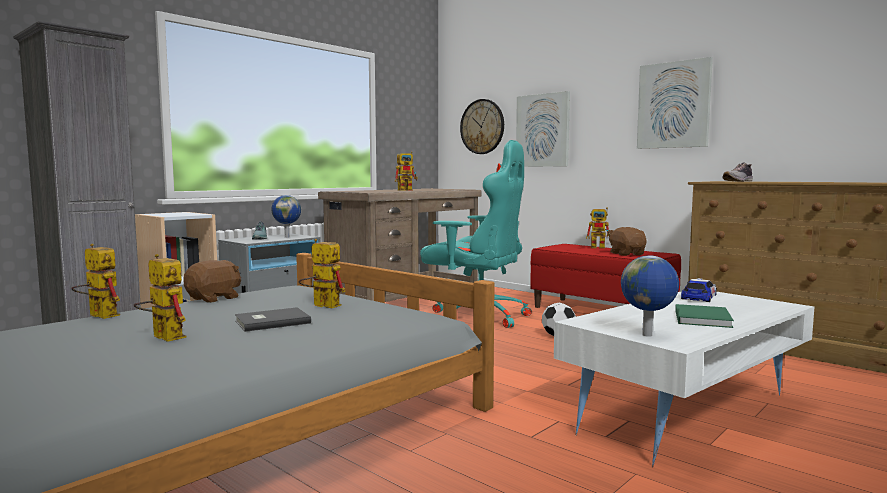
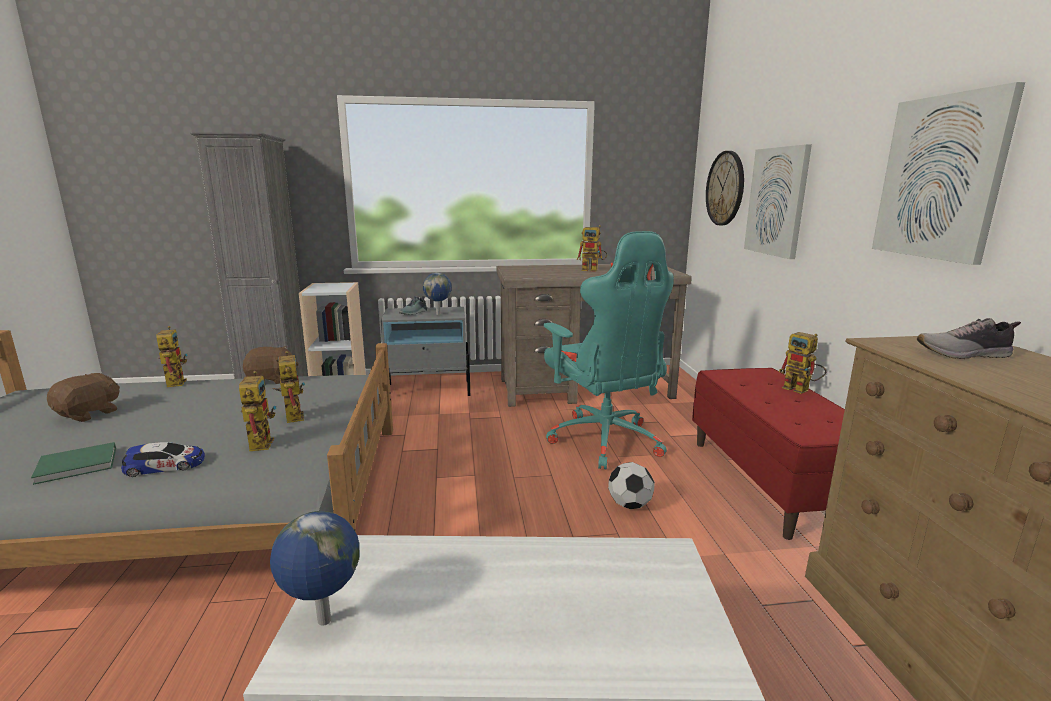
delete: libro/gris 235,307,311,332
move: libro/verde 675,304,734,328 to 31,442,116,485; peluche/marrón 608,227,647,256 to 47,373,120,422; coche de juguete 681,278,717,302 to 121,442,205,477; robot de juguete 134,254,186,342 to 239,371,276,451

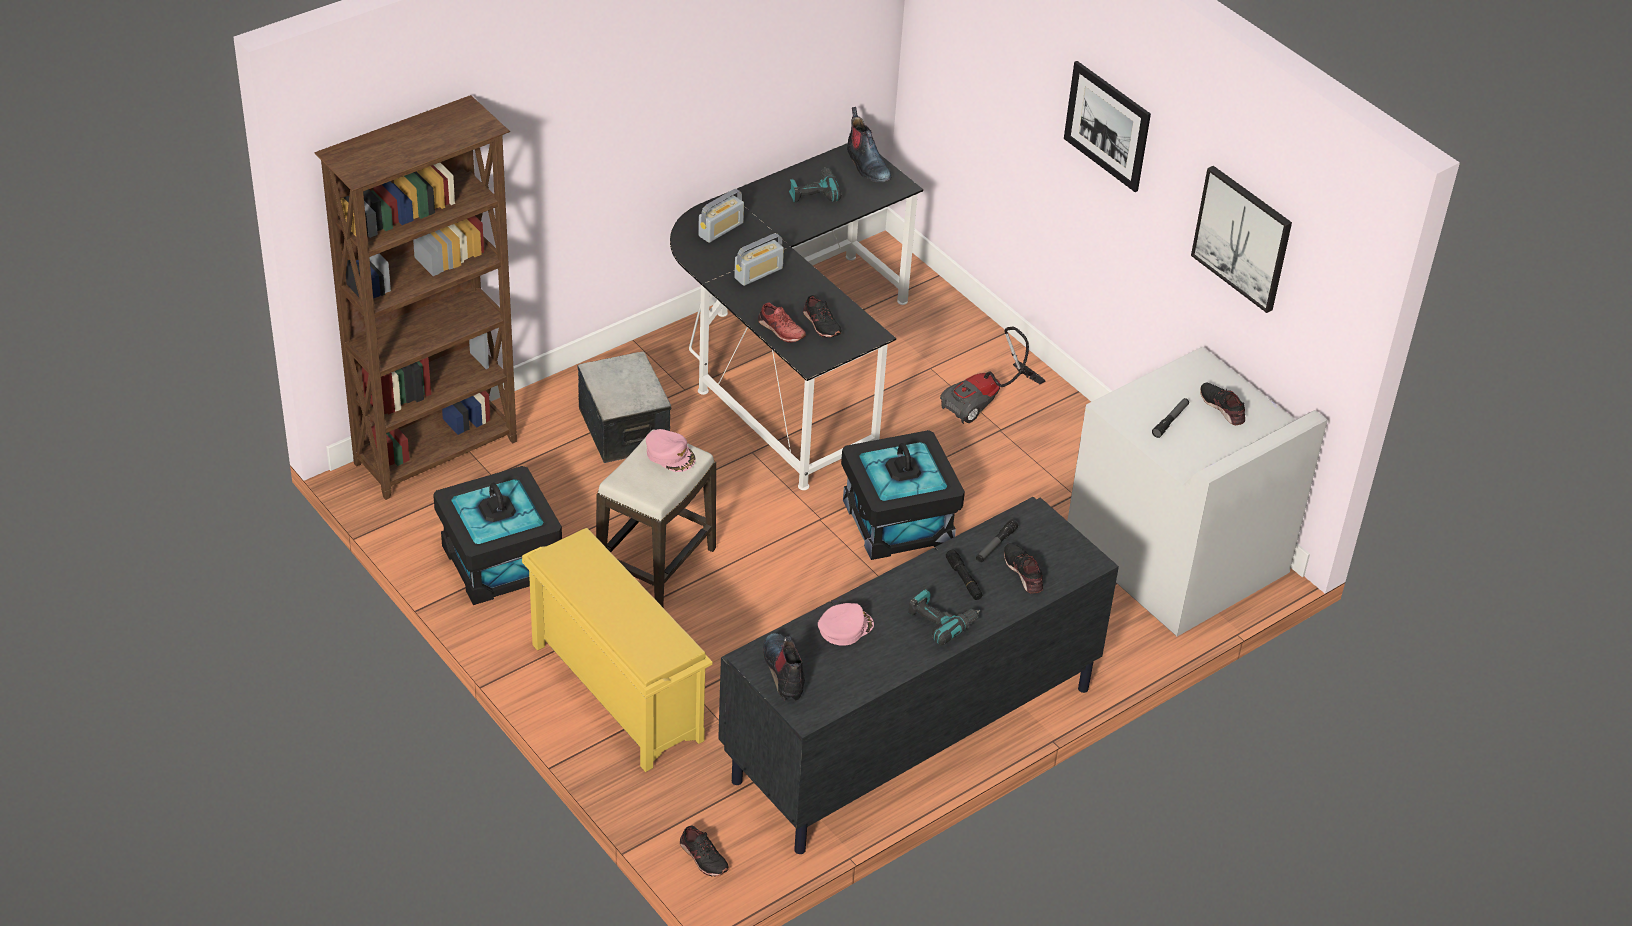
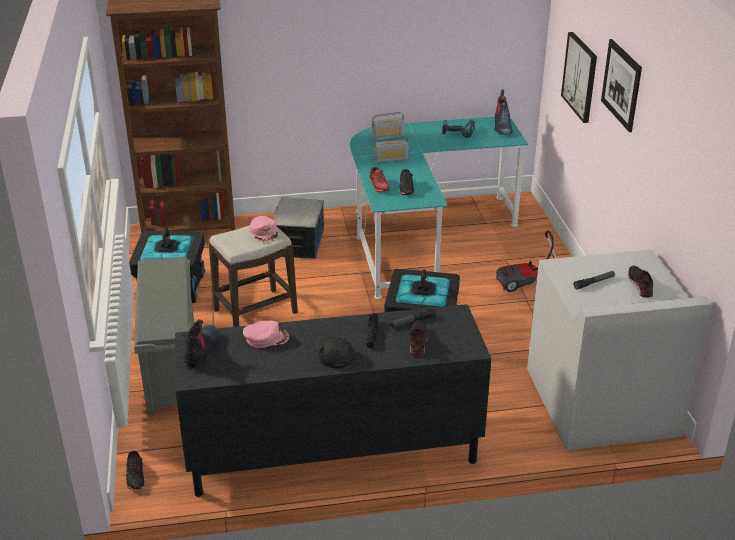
move: cuadro 1191,166,1292,313 to 561,32,597,123
replace: taladro 908,589,980,645 to gorra/negro 316,336,354,368
recolor: zapatero/amarillo 522,528,713,772 to zapatero/gris 134,257,194,416; escritorio/negro 670,143,923,490 to escritorio/turquesa 350,117,528,299

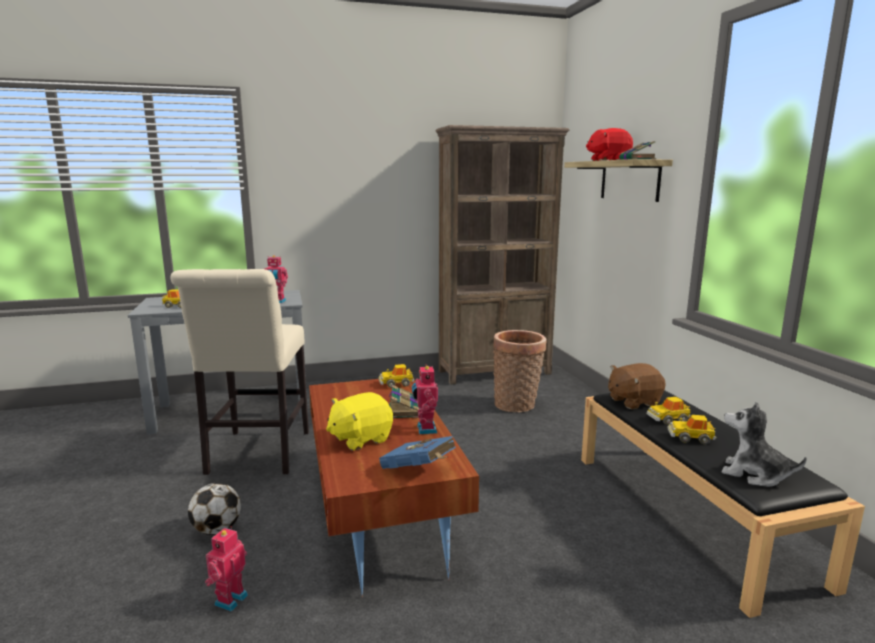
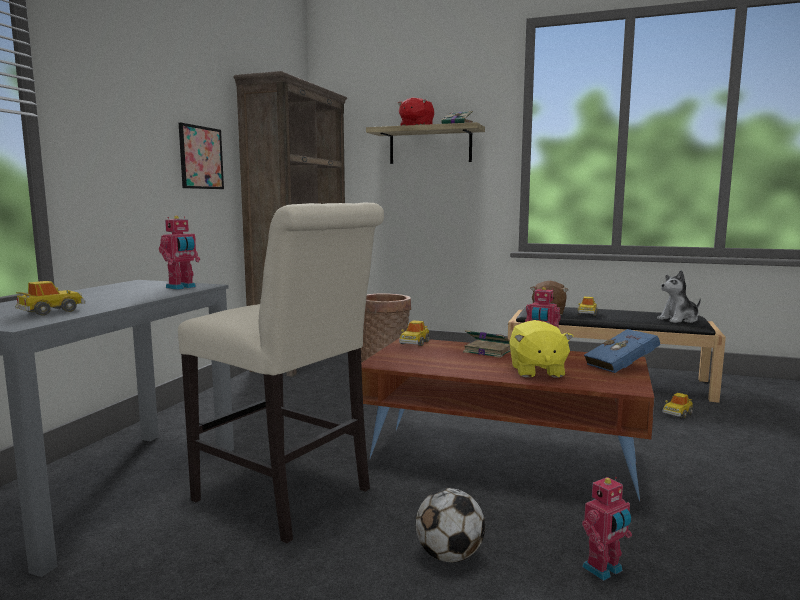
insert: cuadro 179,123,224,189
move: coche de juguete 667,415,716,445 to 662,393,693,418
rotate: robot de juguete 205,526,248,612 = 582,477,632,581 90 degrees counterclockwise

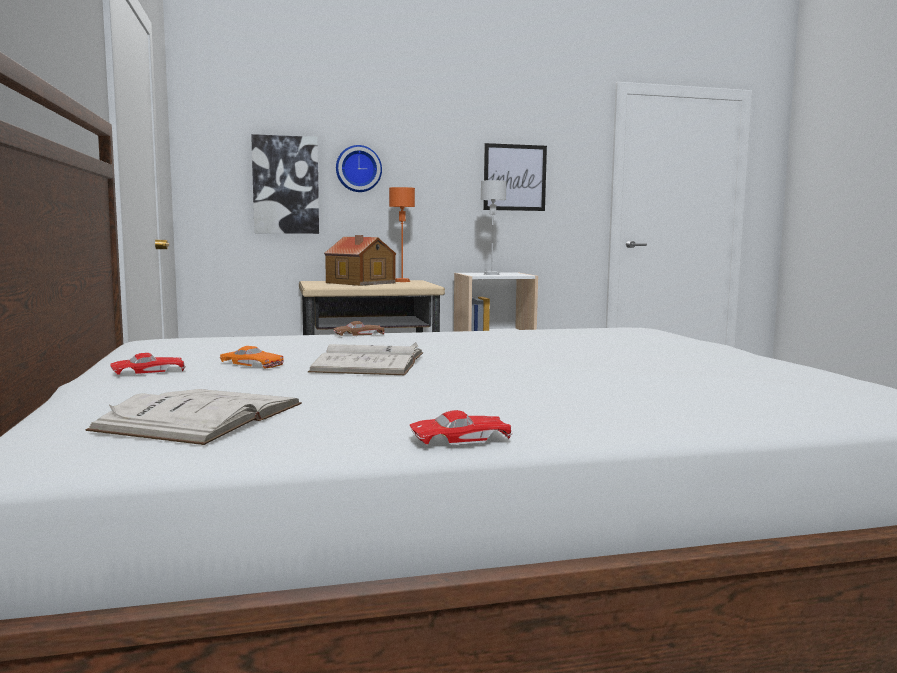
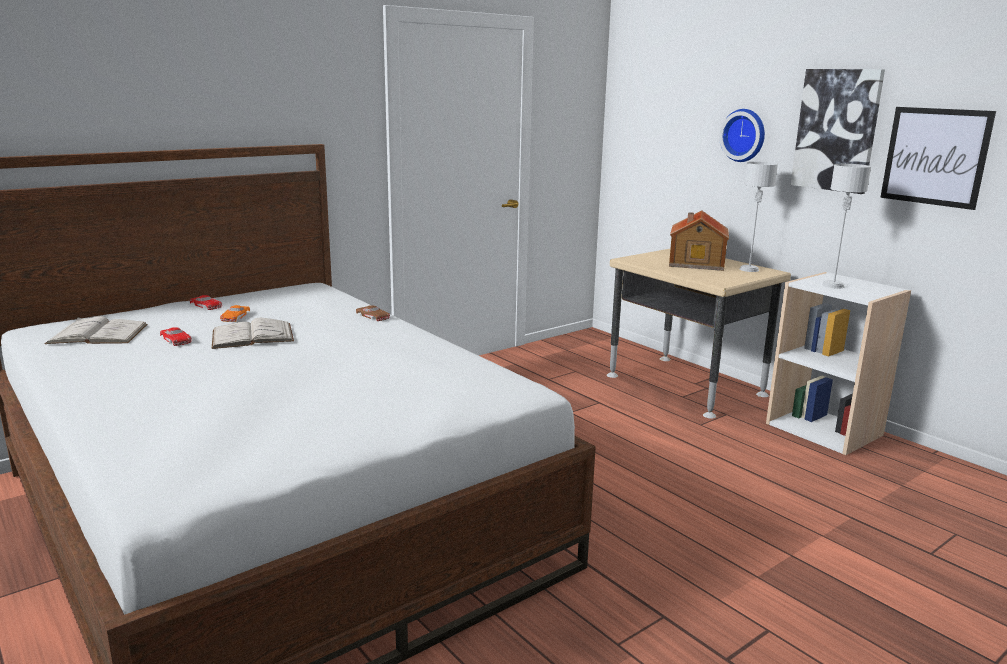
move: coche de juguete/rojo 409,410,513,445 to 160,327,192,346; cuadro 251,134,319,234 to 791,69,885,194
recolor: lámpara de mesa/naranja 389,187,415,282 to lámpara de mesa/gris 740,162,778,272

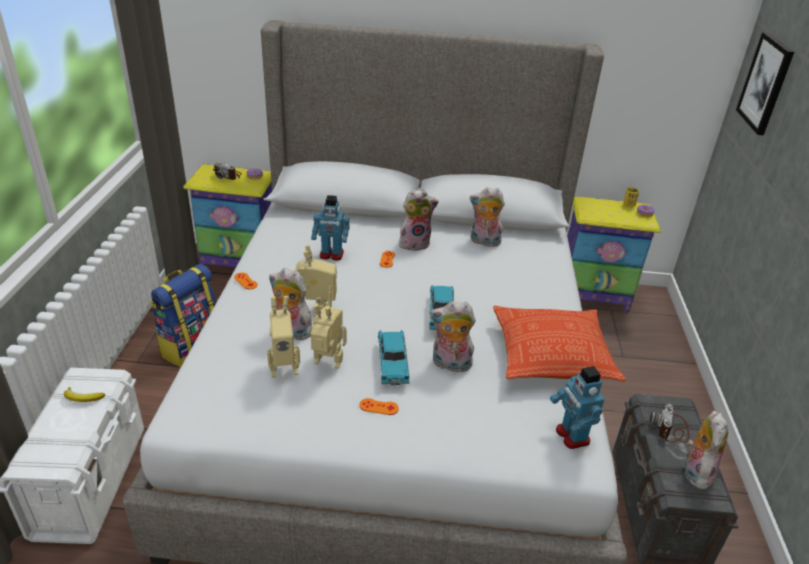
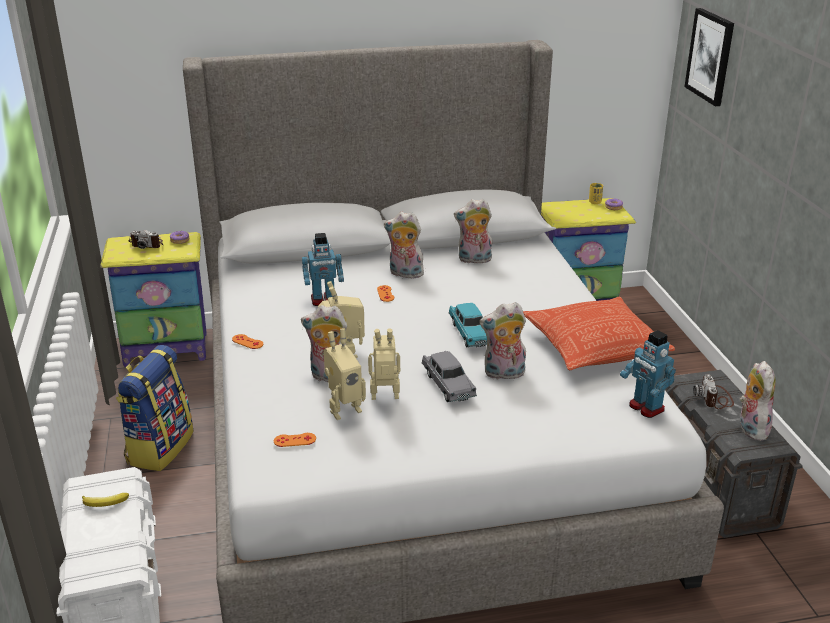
move: mando de consola/naranja 359,398,399,415 to 274,433,316,447
recolor: coche de juguete/turquesa 378,330,410,385 to coche de juguete/gris 421,351,477,402
rotate: peluche 399,189,439,251 = 384,212,424,278 135 degrees counterclockwise

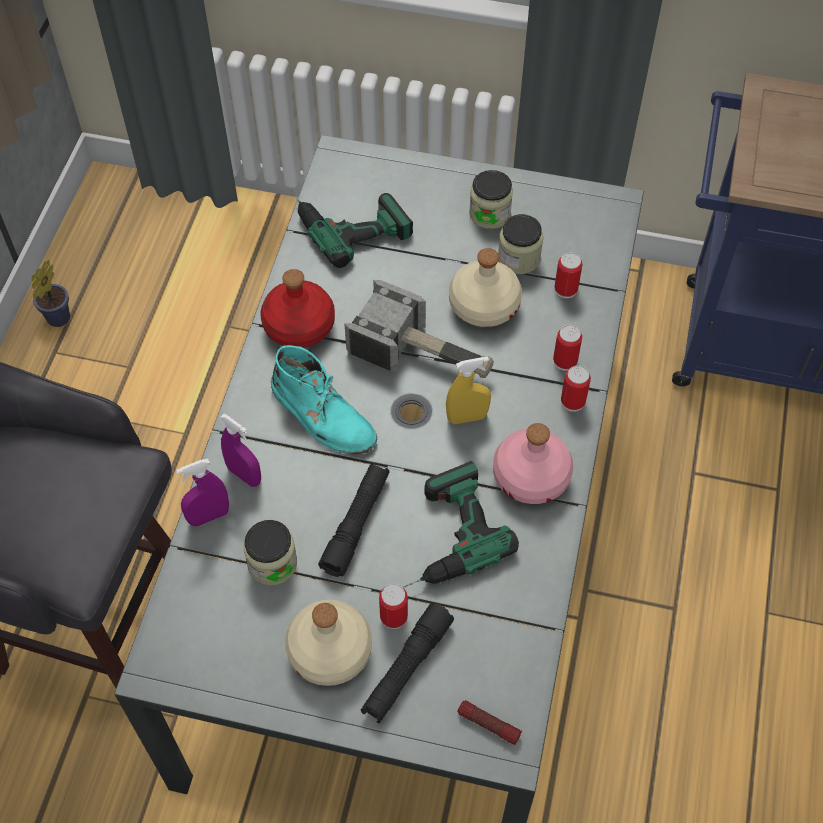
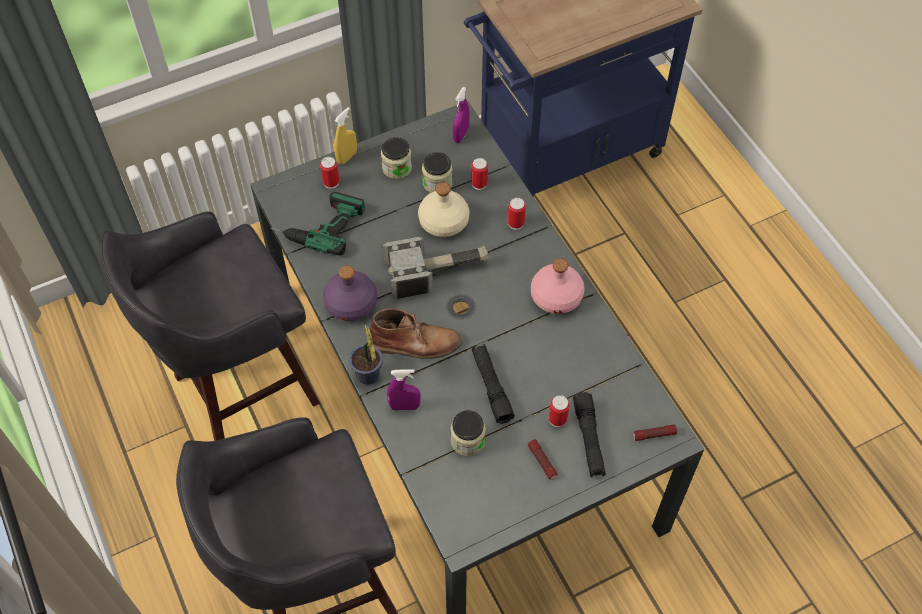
delete: taladro 403,461,519,588
insert: taburete/gris 100,211,320,441
move: lata 561,366,591,412 to 320,157,339,189; pulverizador/amarillo 446,357,491,424 to 334,107,357,165; planta en maceta 32,260,70,327 to 349,325,383,385; pulverizador/morado 176,459,229,527 to 453,87,469,143
replace: botella/beis 285,600,372,686 to linterna 527,439,558,480
recolor: botella/rojo 260,269,335,348 to botella/morado 323,265,377,321; bota/turquesa 271,345,377,454 to bota/marrón 370,308,462,359

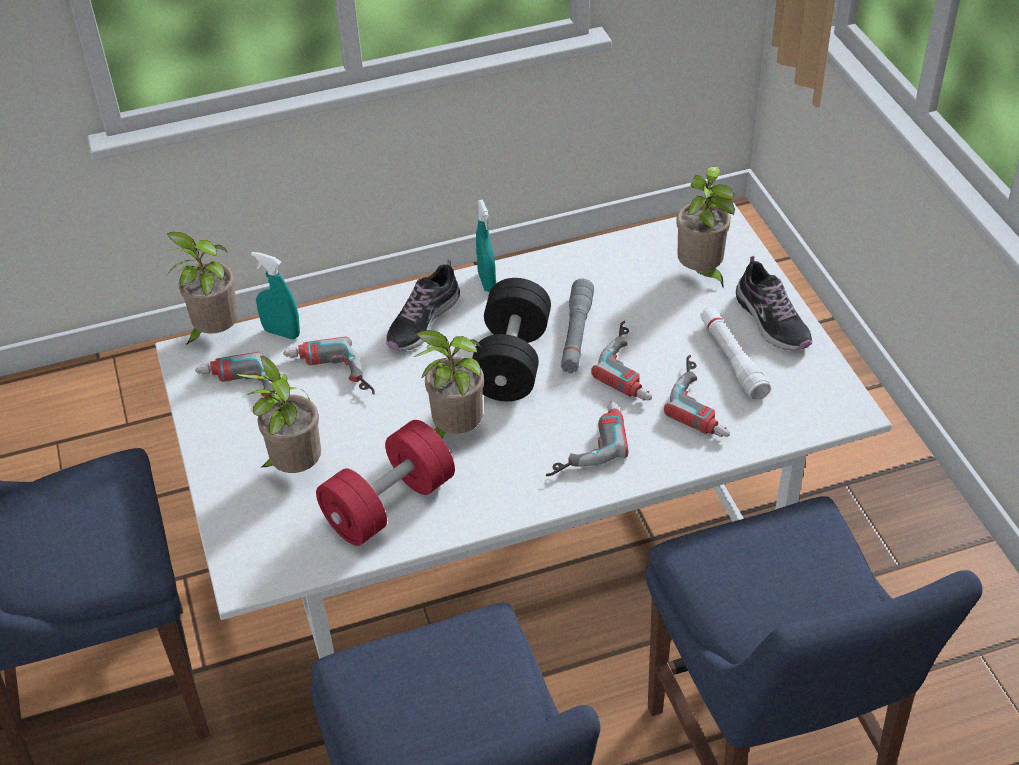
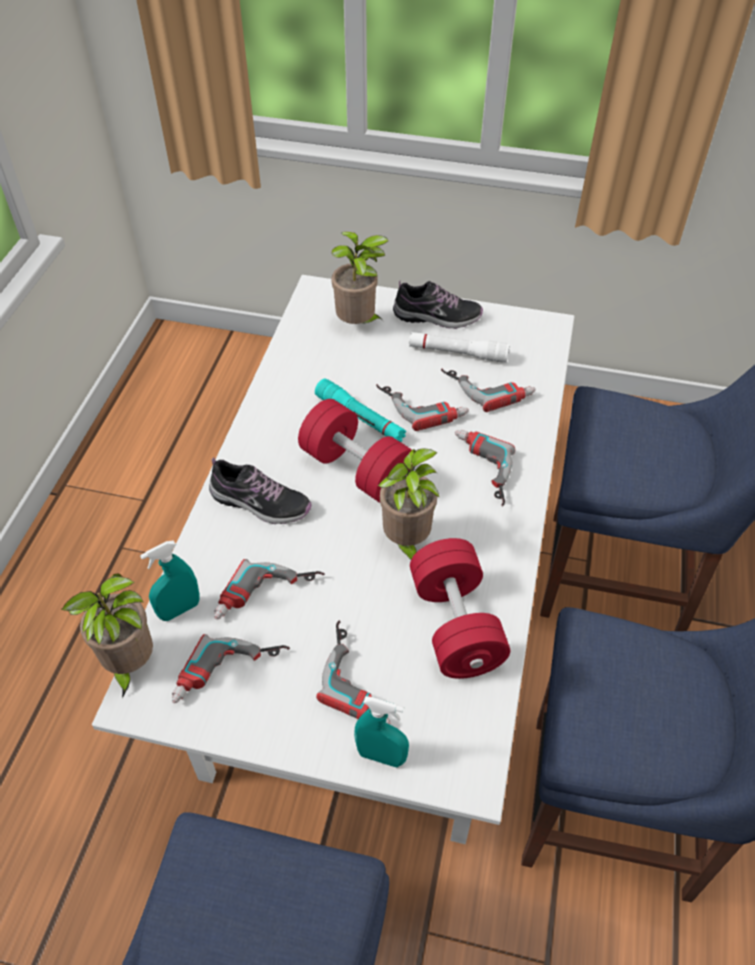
move: pulverizador/turquesa 476,199,496,292 to 354,696,409,767
replace: planta en maceta 236,356,321,473 to taladro 316,620,391,724
recolor: mancuerna/negro 472,278,551,401 to mancuerna/rojo 298,399,412,503; linterna/gris 561,279,594,373 to linterna/turquesa 315,379,406,442
rotate: zapato 386,259,460,351 = 209,457,312,524 45 degrees counterclockwise

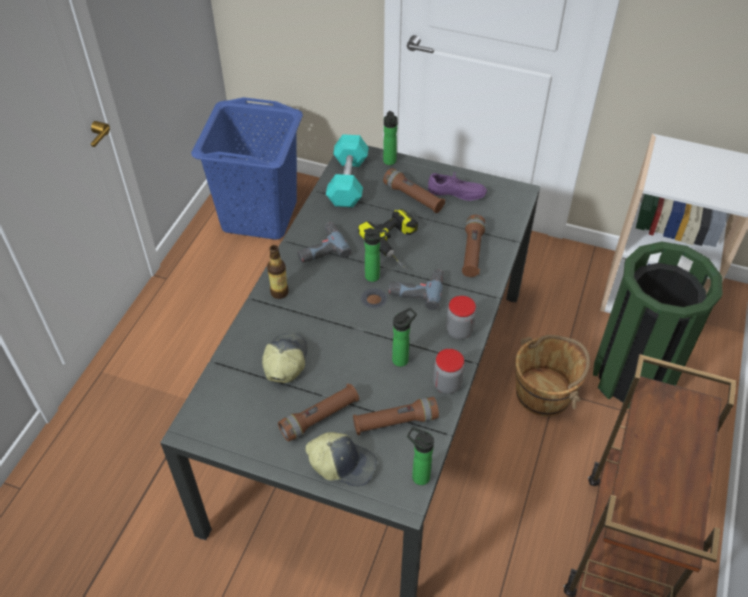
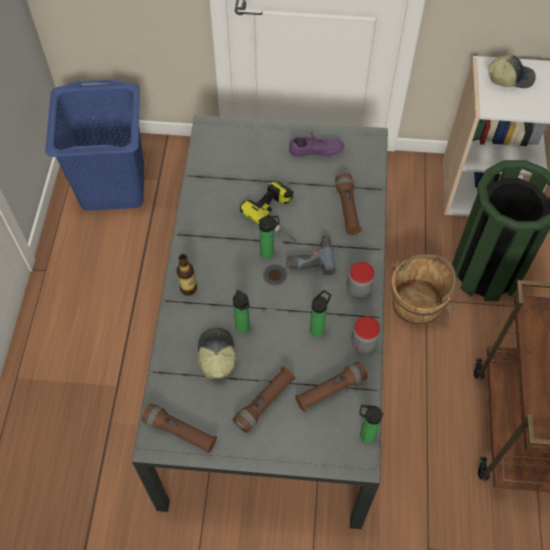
delete: taladro 298,222,351,263; mancuerna/turquesa 326,134,369,207
move: linterna/marrón 383,168,445,213 to 142,403,217,453; botella 383,111,398,165 to 233,290,250,333; gorra 305,432,377,487 to 488,55,536,88

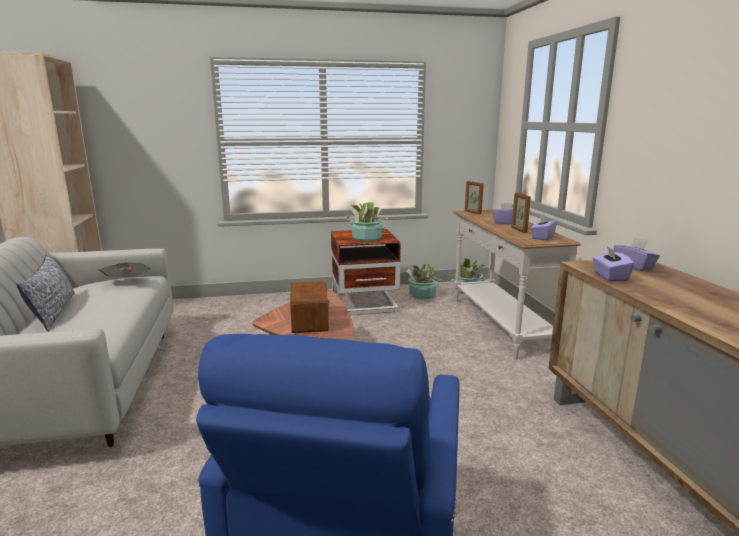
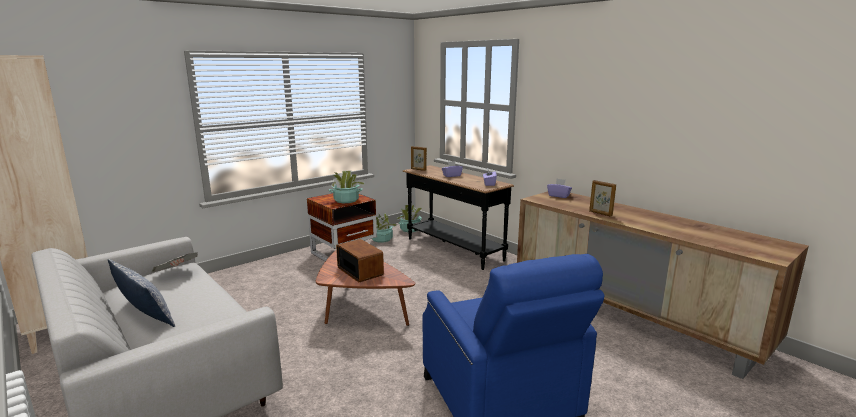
delete: caja de pañuelos/morado 592,246,634,281
move: portarretratos 512,193,531,233 to 589,180,616,217
recolor: mesa consola/blanco 453,209,581,360 to mesa consola/negro 402,165,514,270

